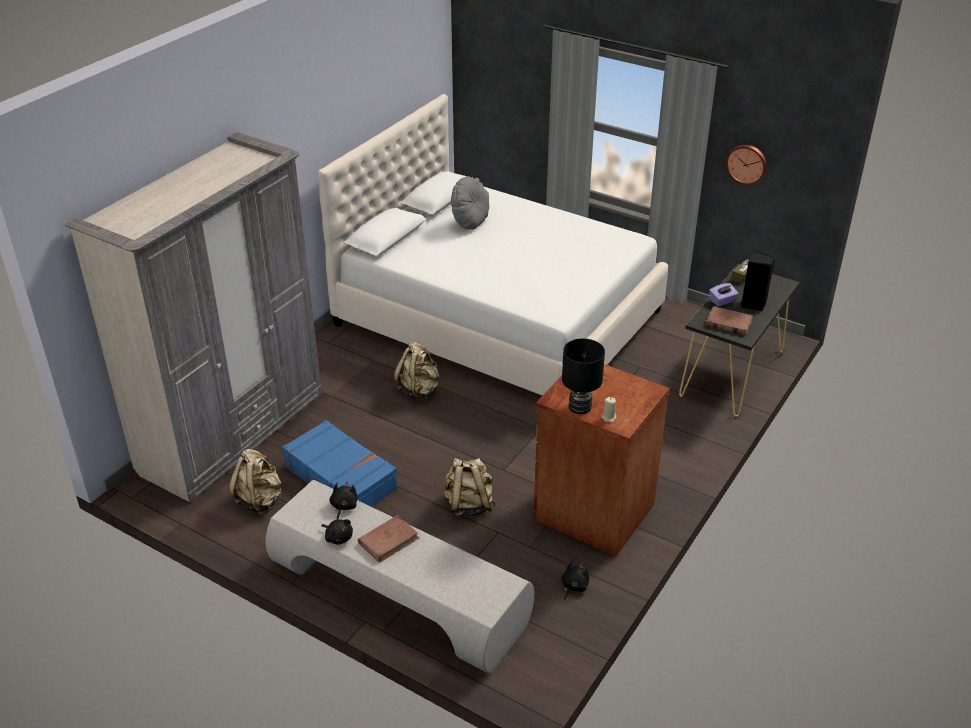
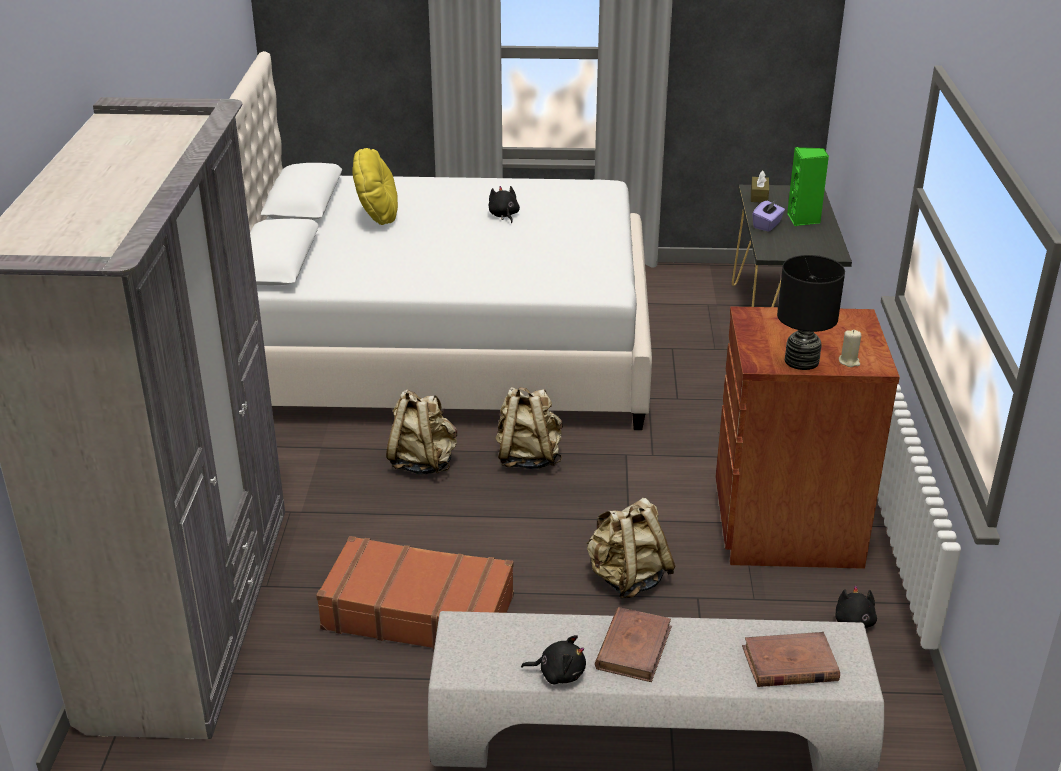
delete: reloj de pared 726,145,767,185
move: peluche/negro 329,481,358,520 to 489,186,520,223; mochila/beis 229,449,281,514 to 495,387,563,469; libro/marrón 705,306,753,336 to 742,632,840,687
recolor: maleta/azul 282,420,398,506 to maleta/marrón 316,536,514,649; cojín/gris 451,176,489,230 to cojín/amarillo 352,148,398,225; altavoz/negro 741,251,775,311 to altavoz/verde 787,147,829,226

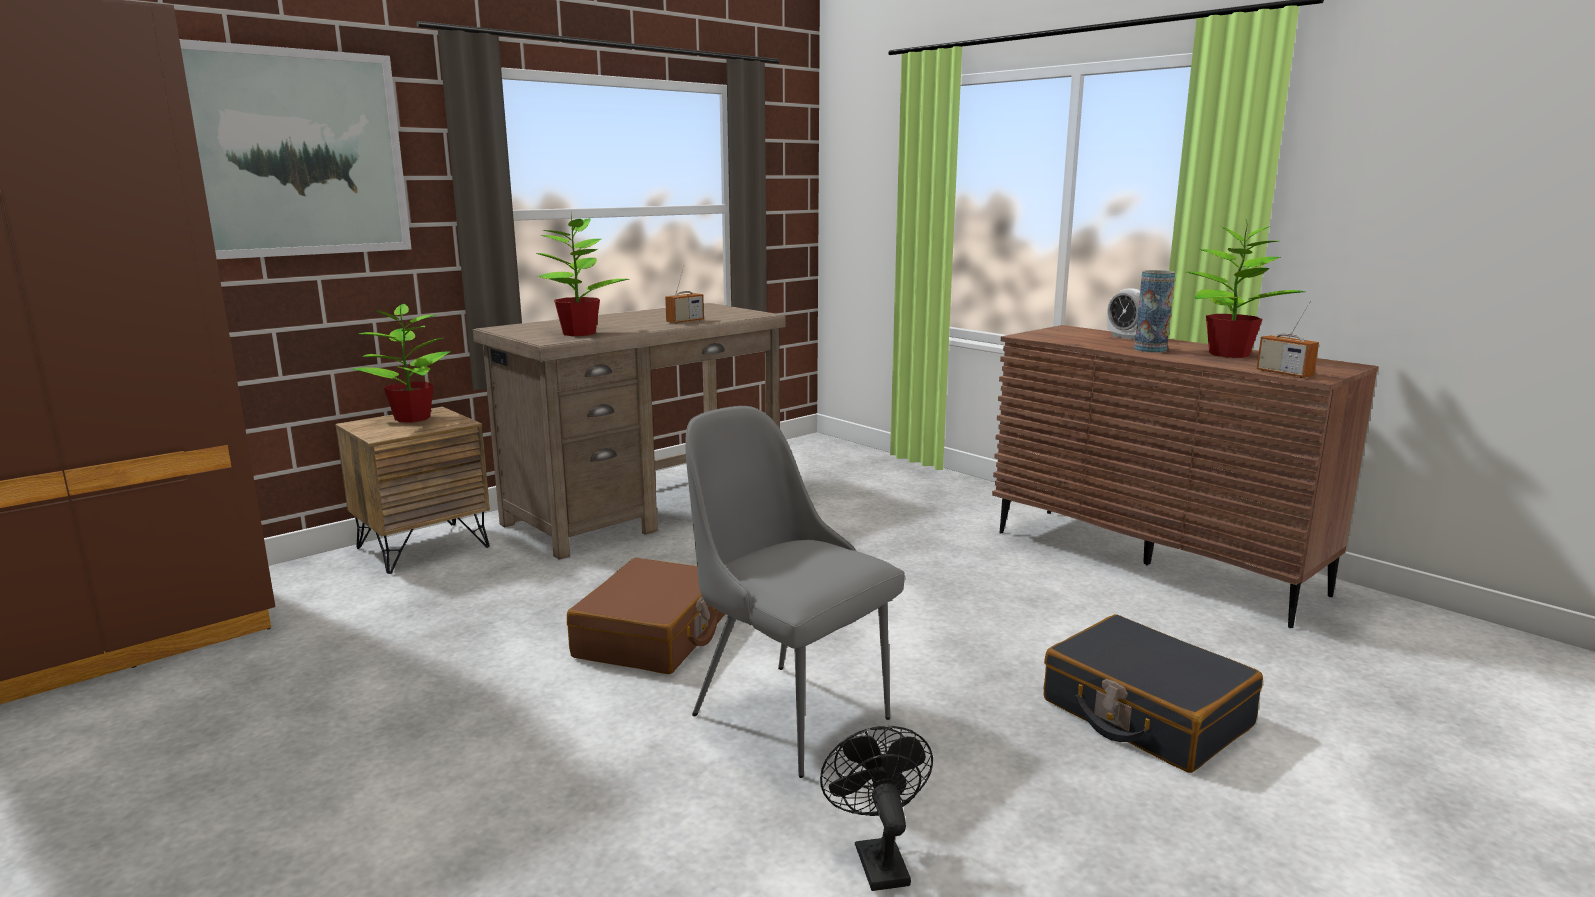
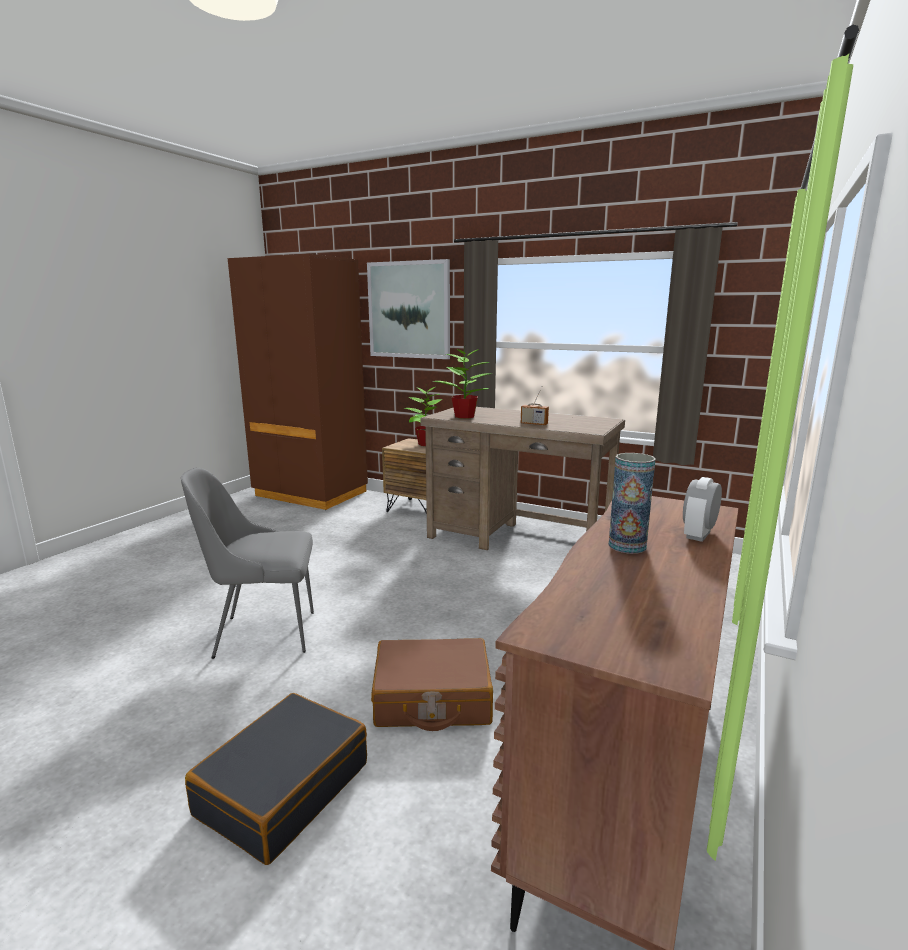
delete: ventilador/negro 820,726,933,891; planta en maceta 1187,220,1305,358; radio 1256,301,1319,378
move: maleta/marrón 567,558,725,674 to 371,638,493,731
rotate: silla/gris 685,406,905,778 = 181,467,314,659 120 degrees counterclockwise

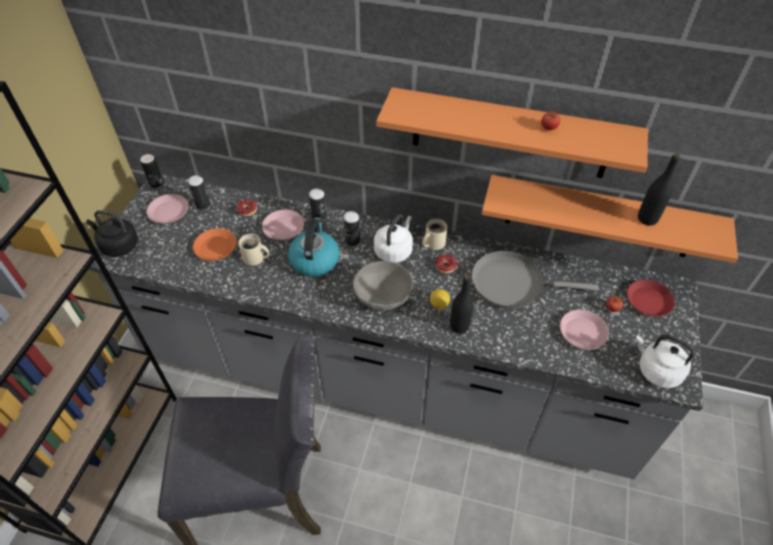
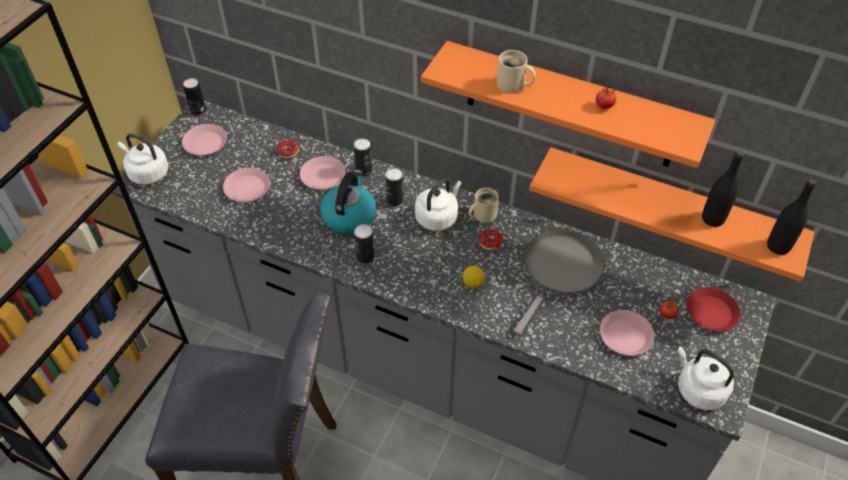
delete: cuenco/gris 353,261,413,310
move: lata 188,175,210,210 to 354,224,374,264; taza grande/beis 238,234,270,266 to 497,50,536,93; botella/negro 450,275,474,334 to 767,179,816,255
recolor: hervidor/negro 86,210,138,257 to hervidor/blanco 118,134,169,185; plato/naranja 193,228,237,261 to plato/rosa 223,168,270,202
rotate: sartén/gris 471,251,599,309 = 513,229,605,335 105 degrees clockwise

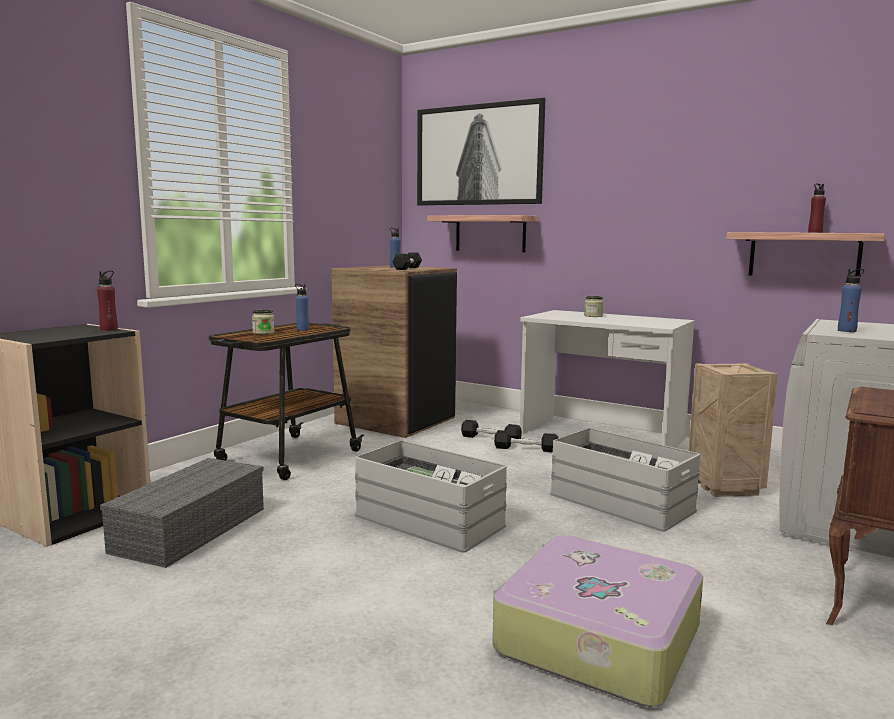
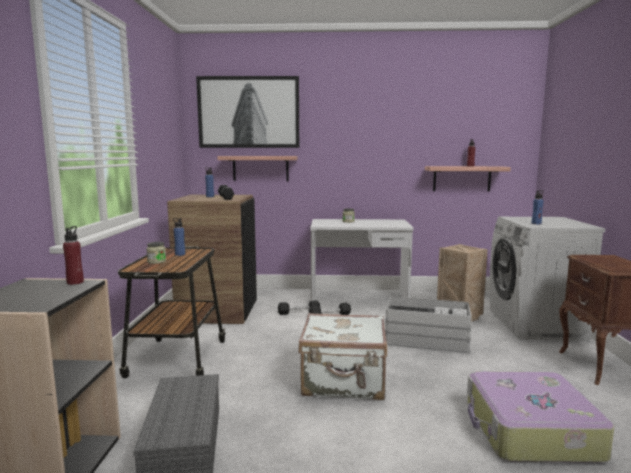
replace: caja de almacenaje/gris 355,441,507,553 to maleta/blanco 299,313,387,400

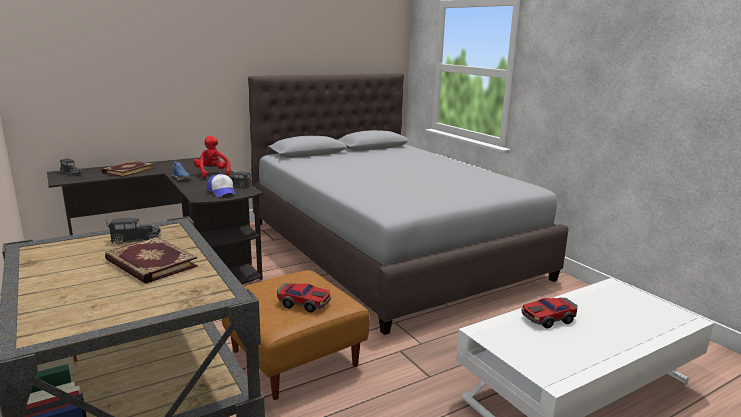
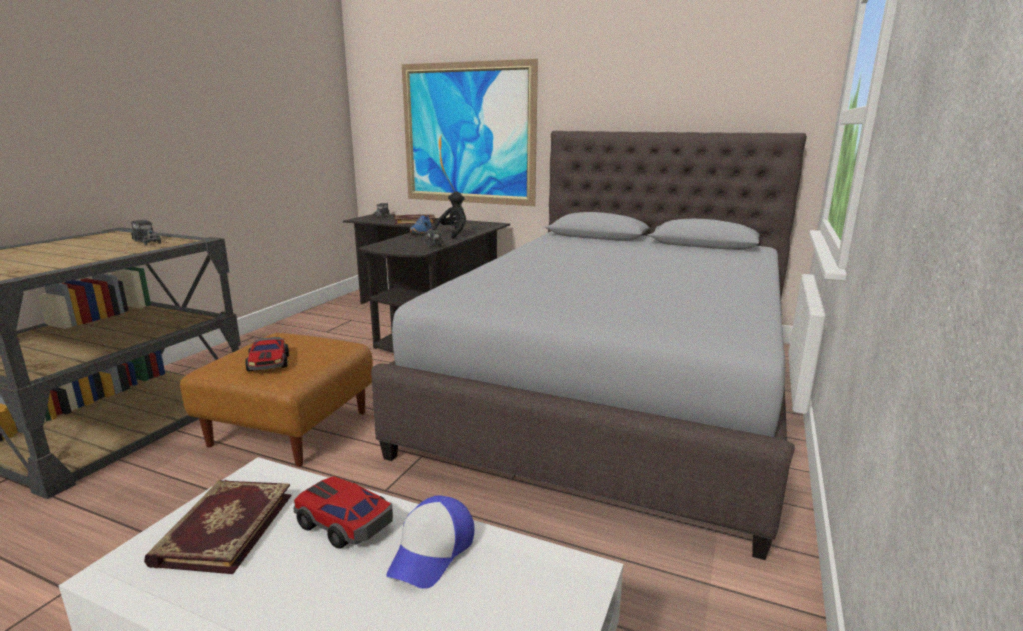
insert: cuadro 402,59,538,206
move: libro 105,237,198,284 to 144,480,292,574; gorra 207,174,236,197 to 386,495,474,589
recolor: peluche/rojo 194,136,231,178 to peluche/negro 432,192,466,239

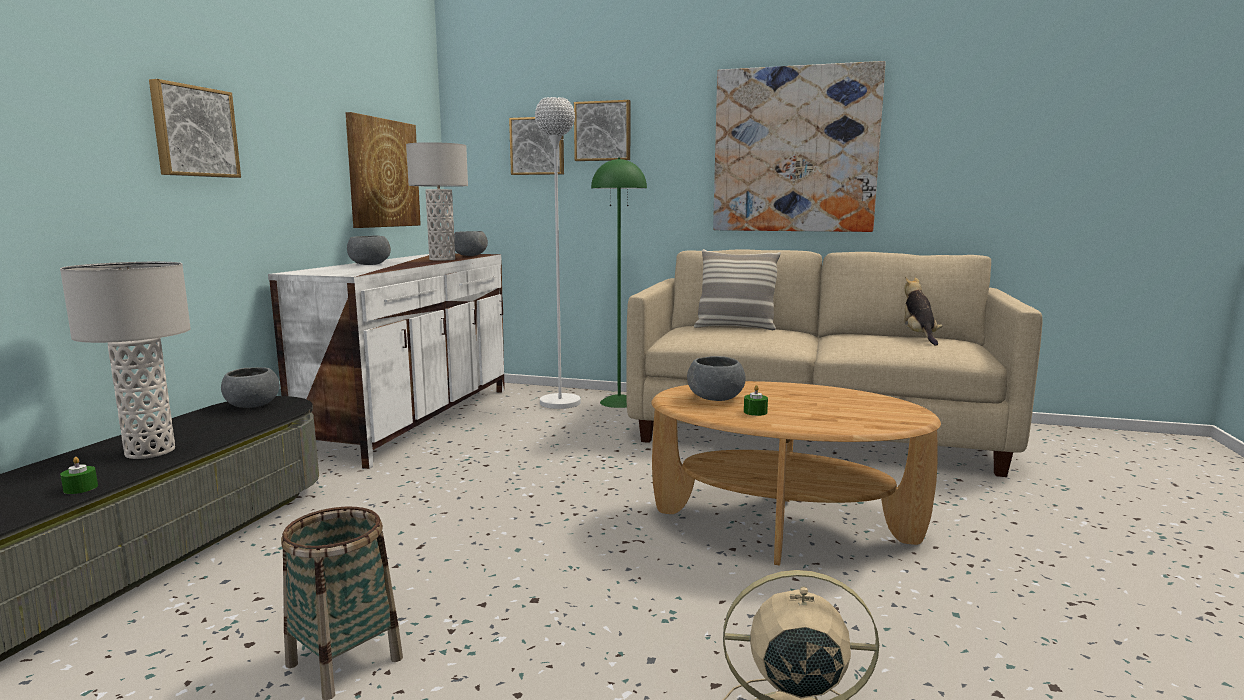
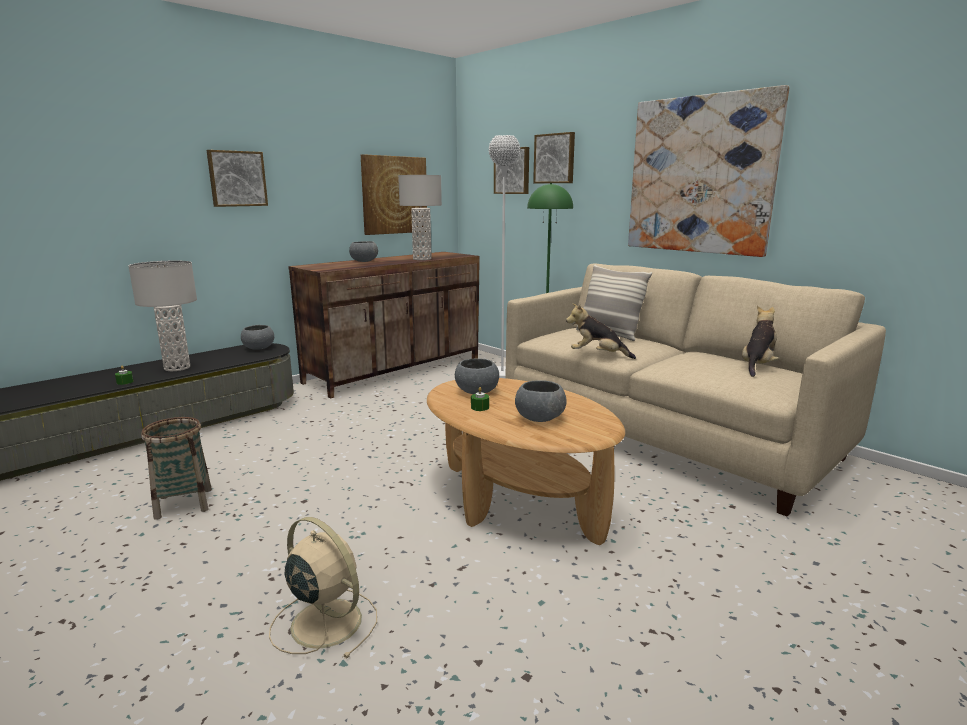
insert: peluche 566,303,636,359
move: cuenco/gris 454,231,488,256 to 515,380,567,422
recolor: armario/blanco 268,253,505,469 to armario/marrón 288,252,480,398

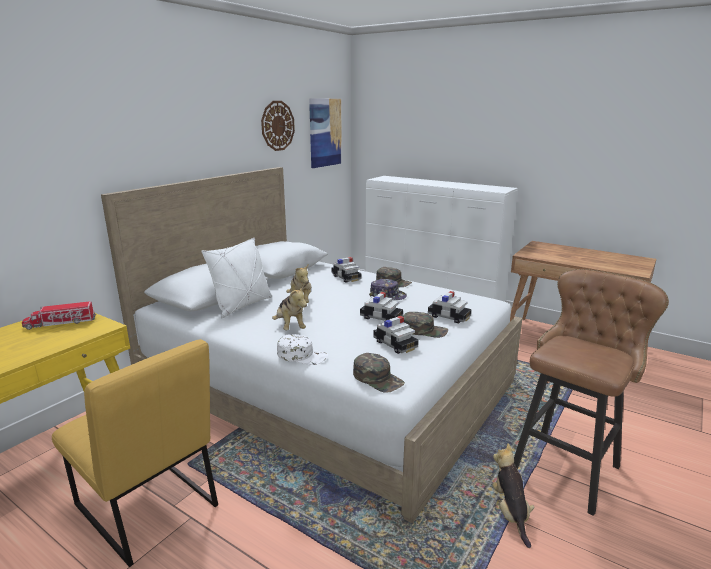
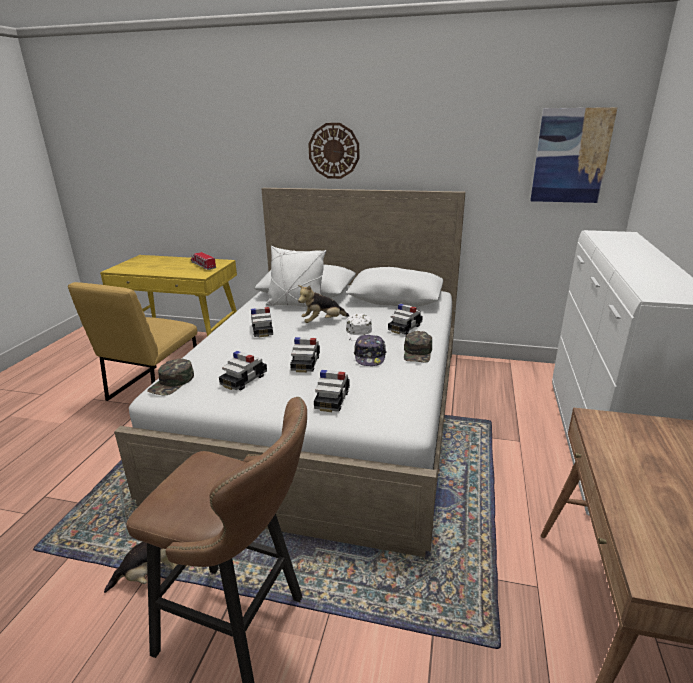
delete: gorra/verde 403,312,448,338
move: reloj de pared 261,101,295,151 to 308,123,359,179; gorra/blanco 277,334,328,365 to 346,313,372,341
replace: peluche 272,284,307,331 to coche de juguete 251,307,273,337

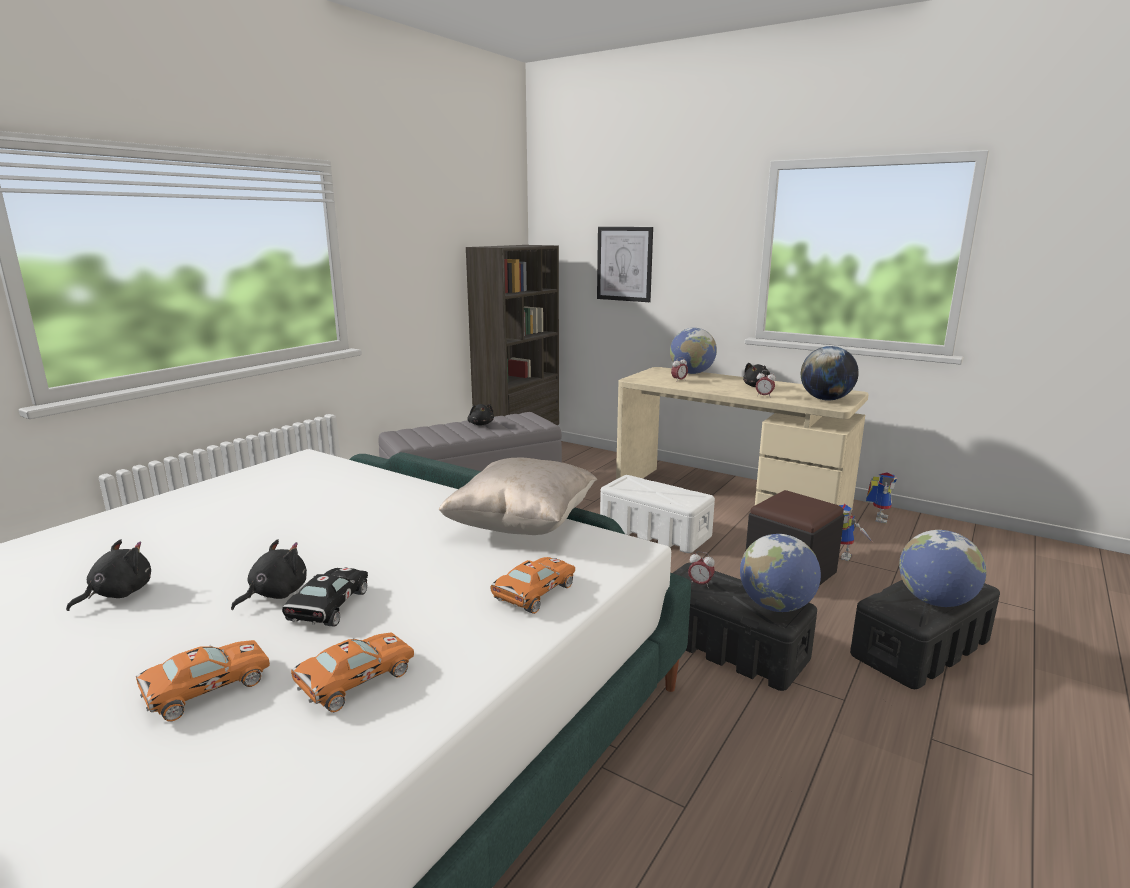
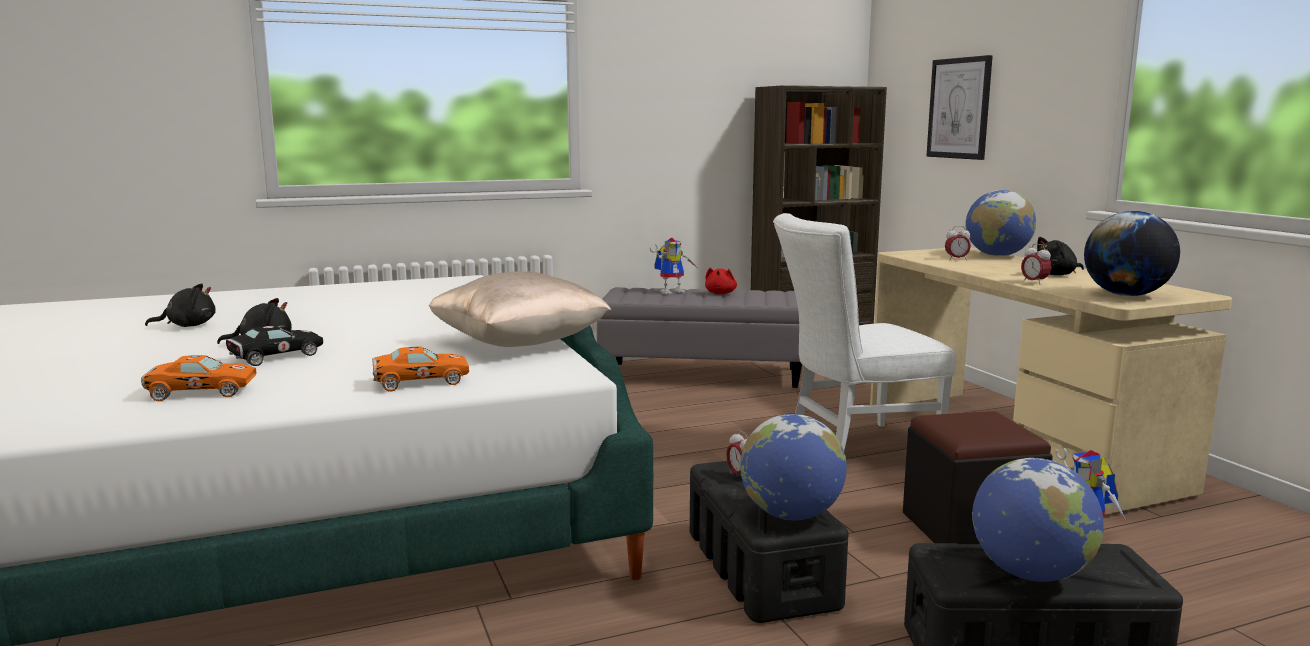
delete: coche de juguete/naranja 136,640,270,721
move: robot de juguete 866,472,897,523 to 649,237,697,294
replace: caja de almacenaje/blanco 600,475,715,553 to silla/blanco 773,213,956,450
recolor: peluche/negro 467,404,494,425 to peluche/rojo 705,267,737,294

